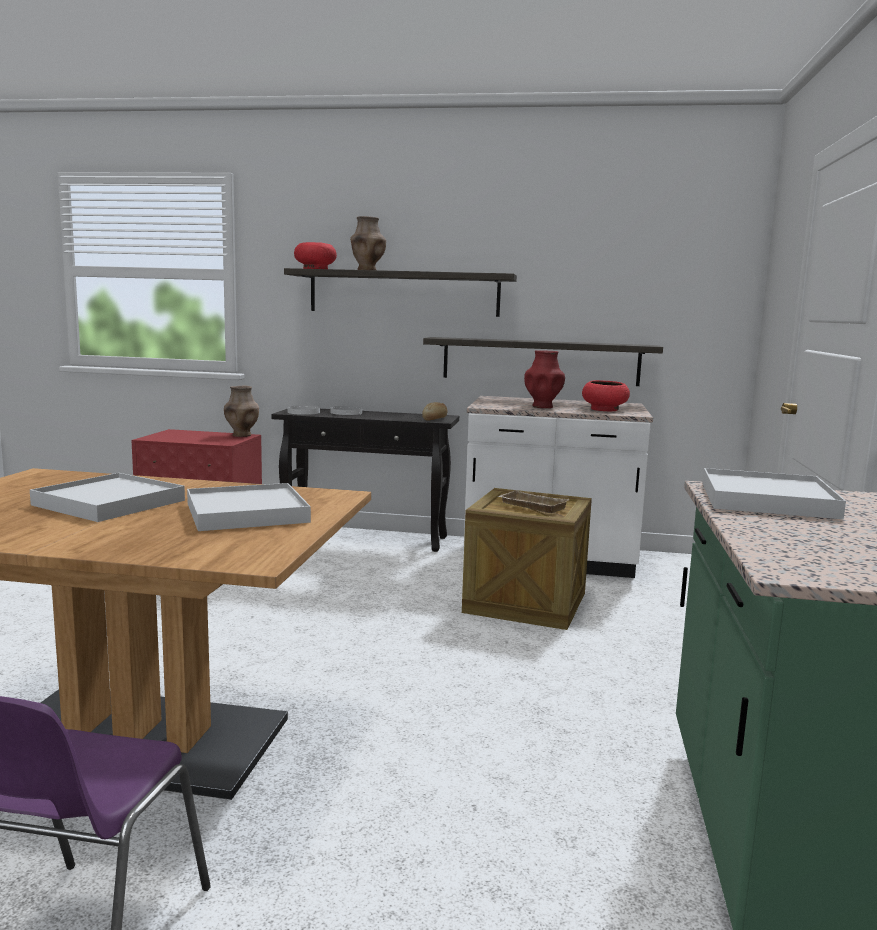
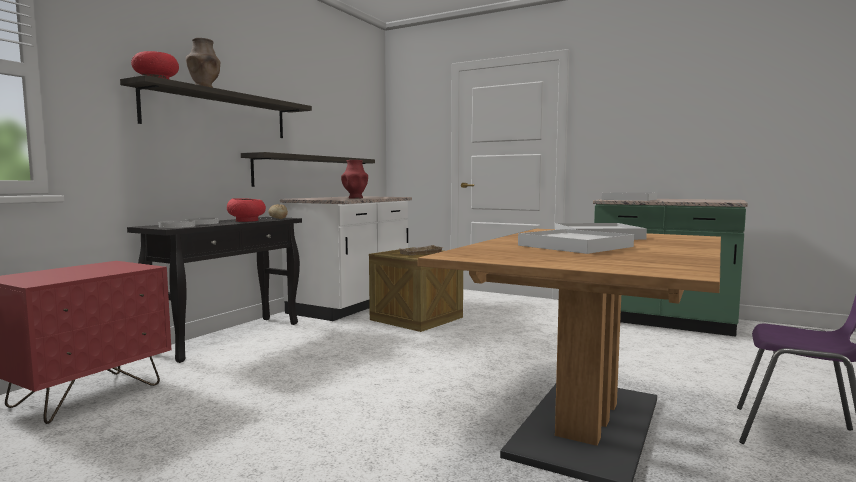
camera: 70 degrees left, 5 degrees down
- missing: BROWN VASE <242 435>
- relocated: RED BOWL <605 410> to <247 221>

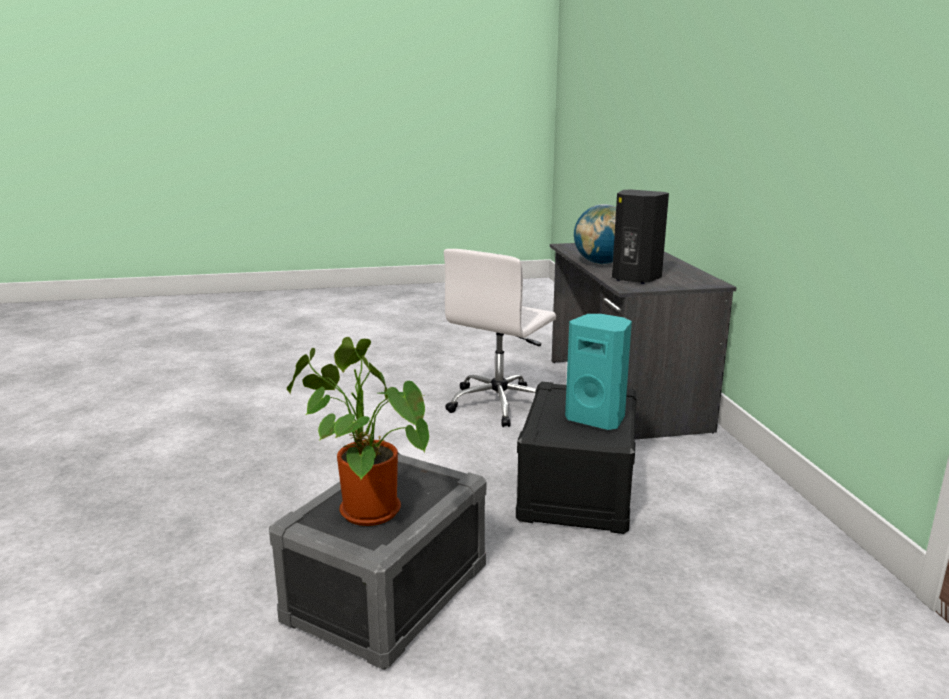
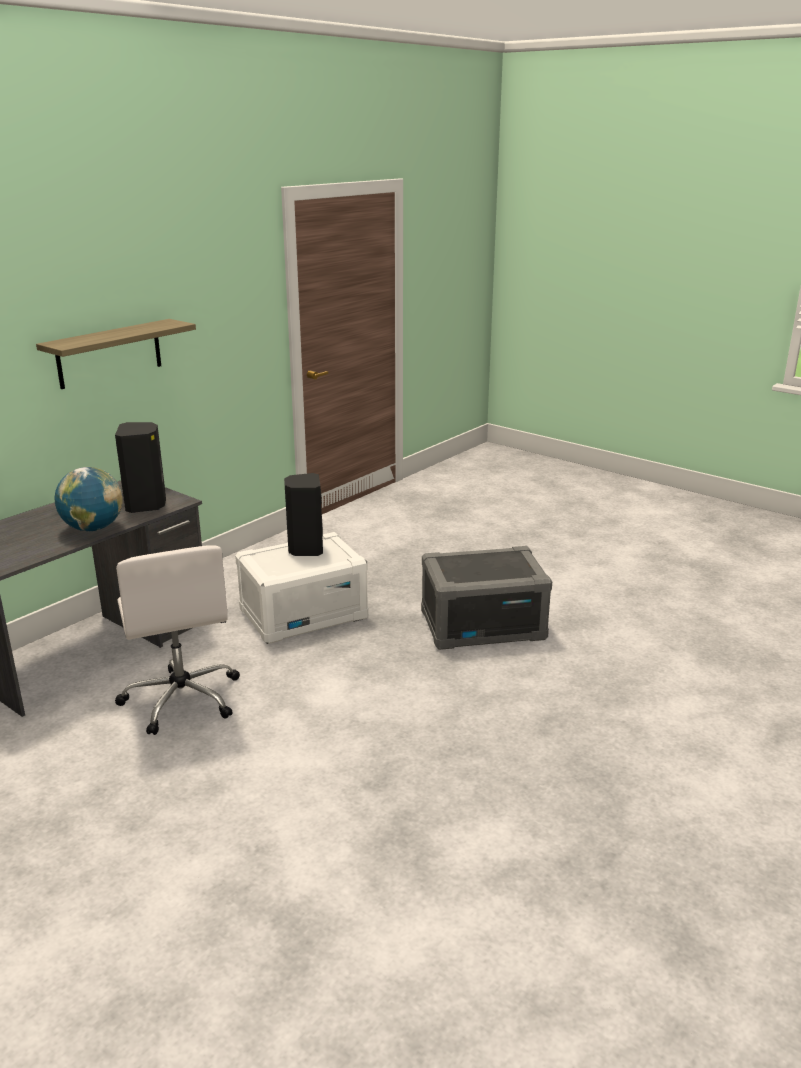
camera: 130 degrees left, 5 degrees up
- missing: POTTED PLANT <363 510>
- appeared: SHELF <109 353>
- colour: BLACK STORAGE BOX <578 491> to WHITE STORAGE BOX <304 614>
- colour: TURQUOISE SPEAKER <597 418> to BLACK SPEAKER <305 549>
- spun: WHITE OFFICE CHAIR <500 404> = <182 698> 75 degrees clockwise

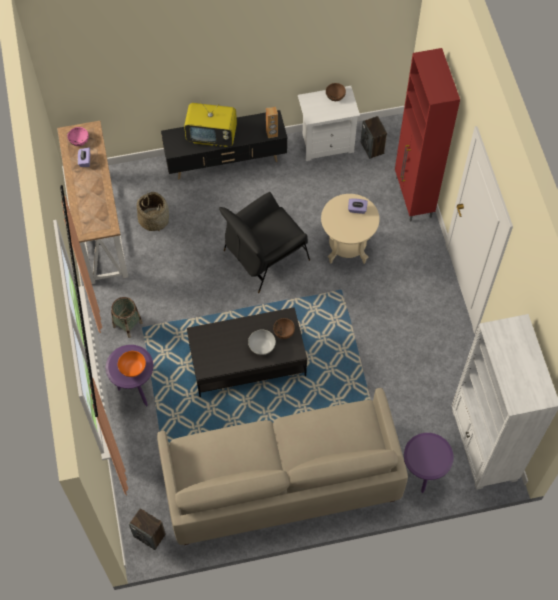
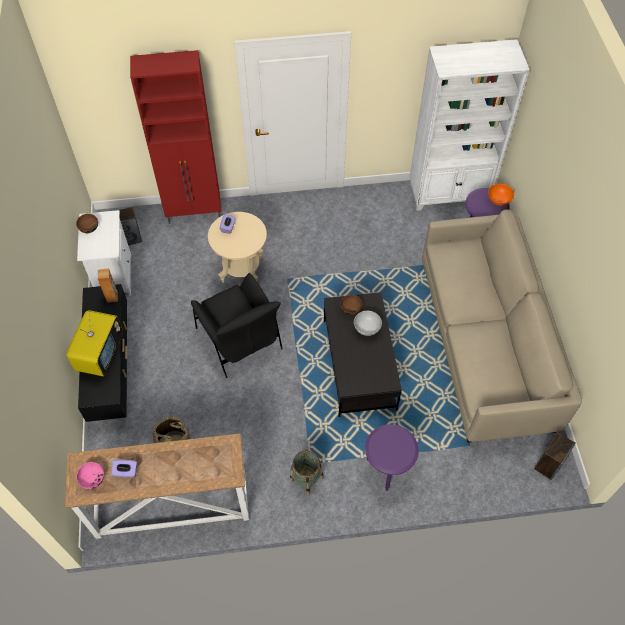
camera: 85 degrees left, 5 degrees down
- relocated: ORANGE BOWL <132 368> to <499 201>

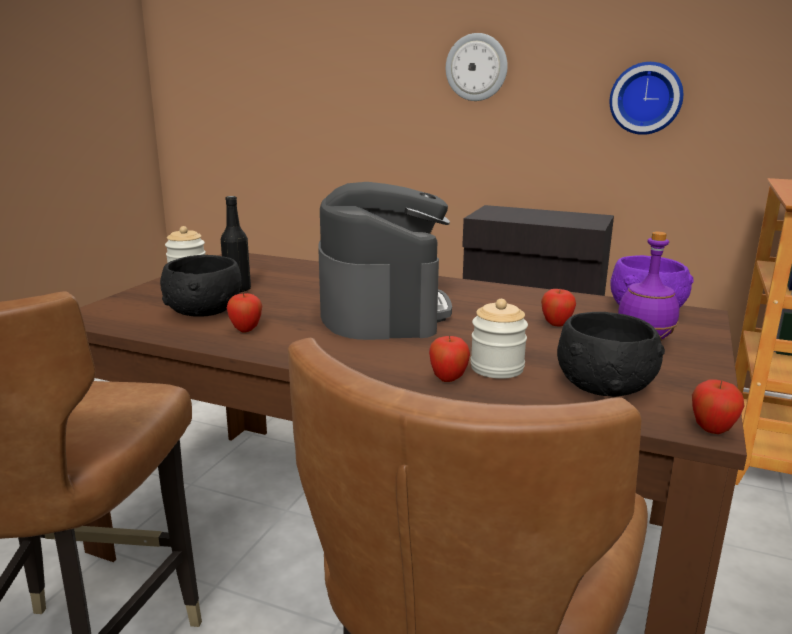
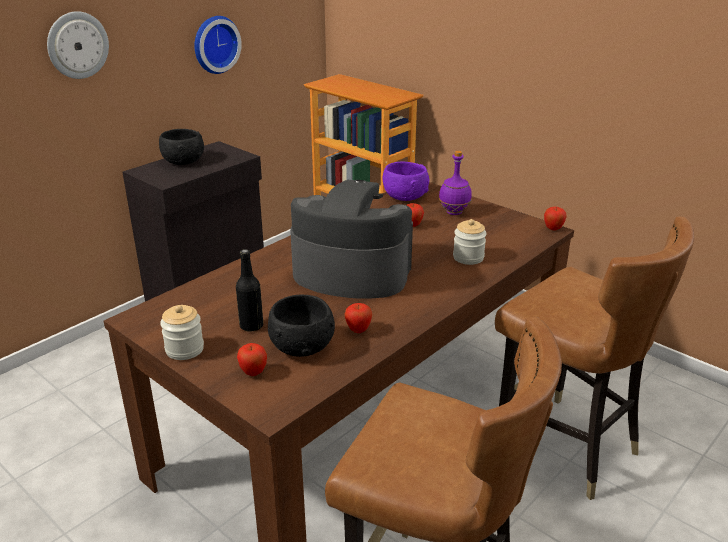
camera: 70 degrees left, 10 degrees up
- relocated: APPLE <448 379> to <253 373>
- relocated: BLACK BOWL <605 386> to <183 161>

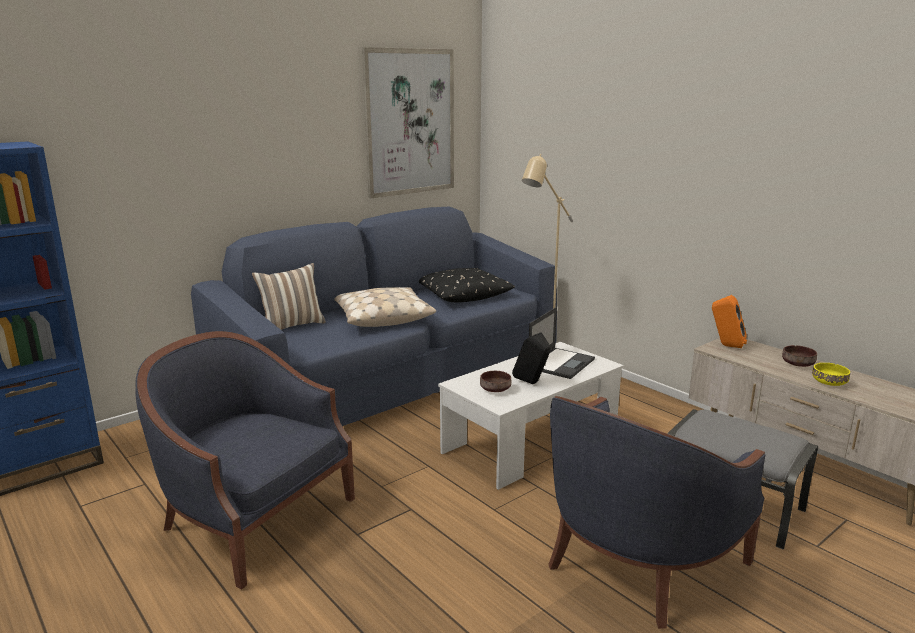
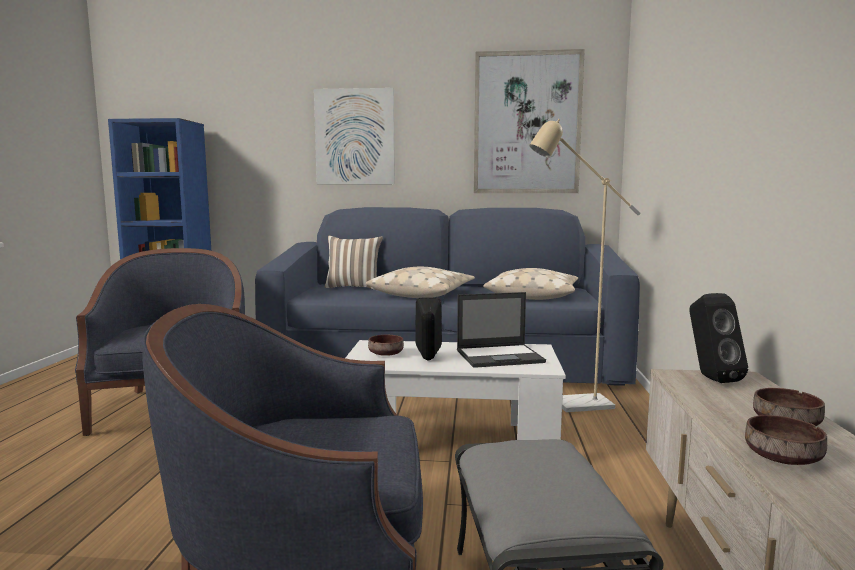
camera: 45 degrees right, 10 degrees down
- appeared: PICTURE <354 137>
- colour: BLACK PILLOW <461 294> to BEIGE PILLOW <532 295>
- colour: ORANGE SPEAKER <726 345> to BLACK SPEAKER <710 378>
- colour: YELLOW BOWL <828 383> to BROWN BOWL <780 457>

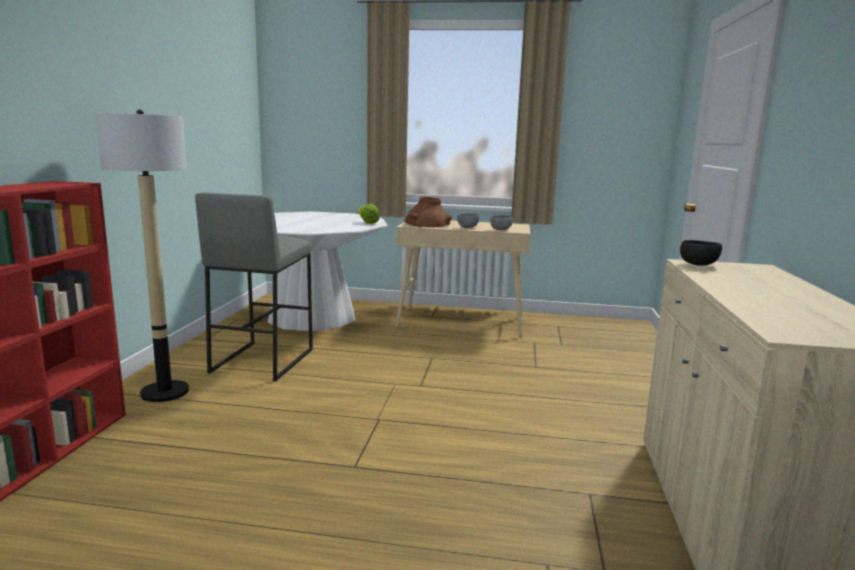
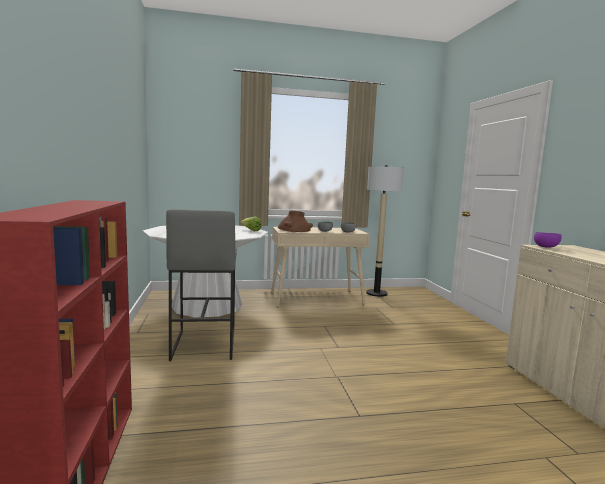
camera: 20 degrees left, 5 degrees down
- relocated: FLOOR LAMP <165 392> to <376 293>
- colour: BLACK BOWL <698 265> to PURPLE BOWL <545 247>

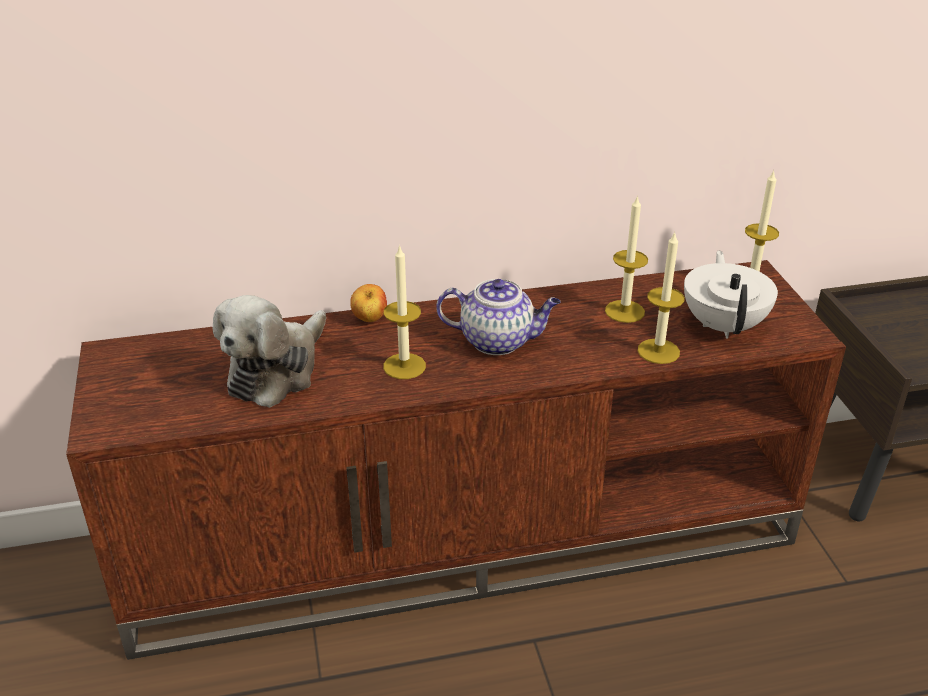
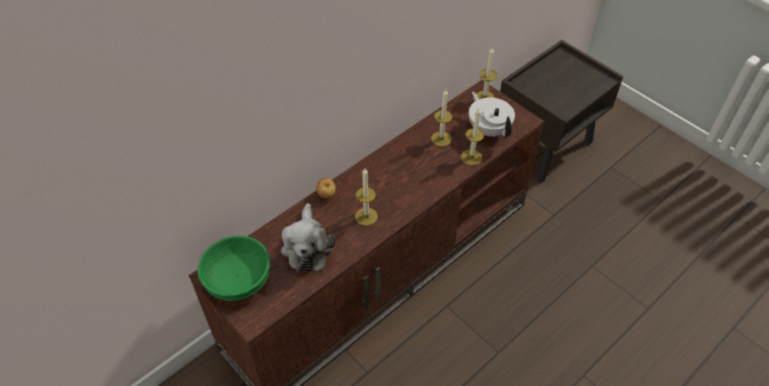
camera: 30 degrees left, 15 degrees up
- missing: TEAPOT <498 341>
- appeared: GREEN BOWL <239 278>

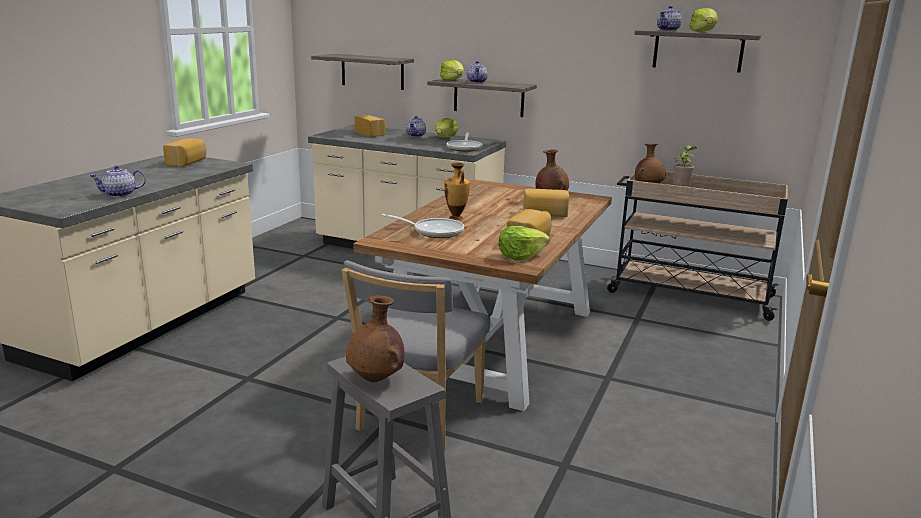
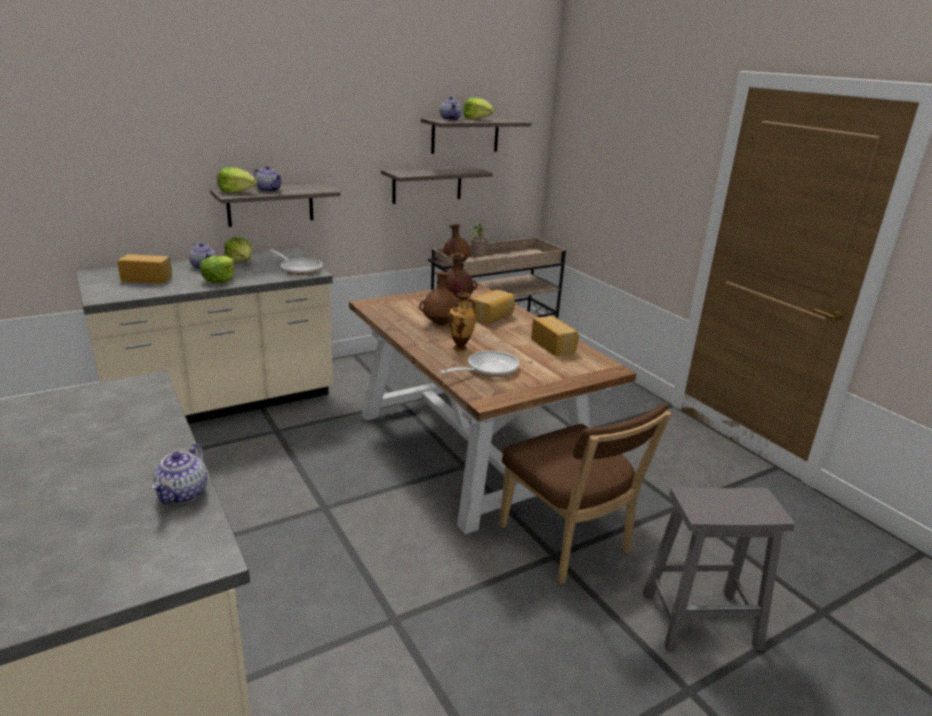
camera: 55 degrees left, 5 degrees up
- missing: BREAD <187 162>
- relocated: SHELF <372 71> to <427 184>
- relocated: BROWN VASE <376 379> to <441 324>
- relocated: LETTUCE <520 256> to <219 280>
- colour: GREY CHAIR <417 419> to BROWN CHAIR <568 543>

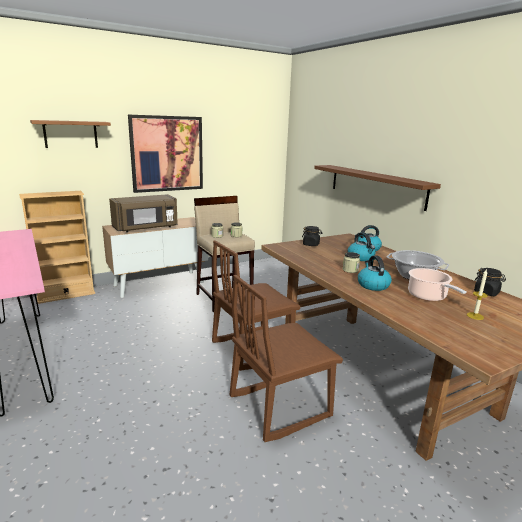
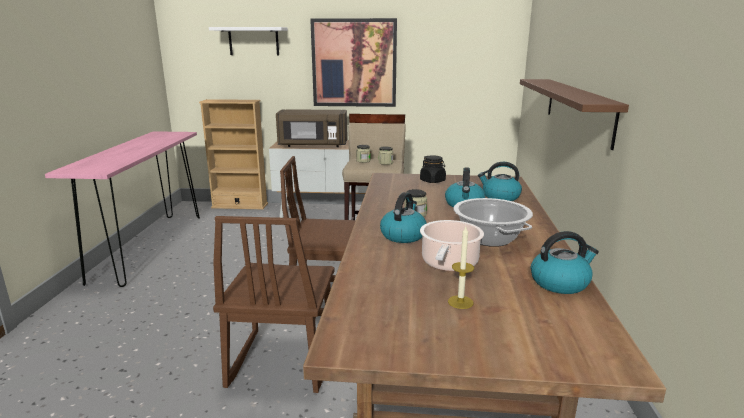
camera: 35 degrees right, 0 degrees up
- exchanged: BLACK JAR <486 292> to KETTLE <560 282>
- colour: BROWN SHELF <70 134> to WHITE SHELF <253 41>
- spun: BROWN CHAIR <279 406> = <281 360> 90 degrees counterclockwise

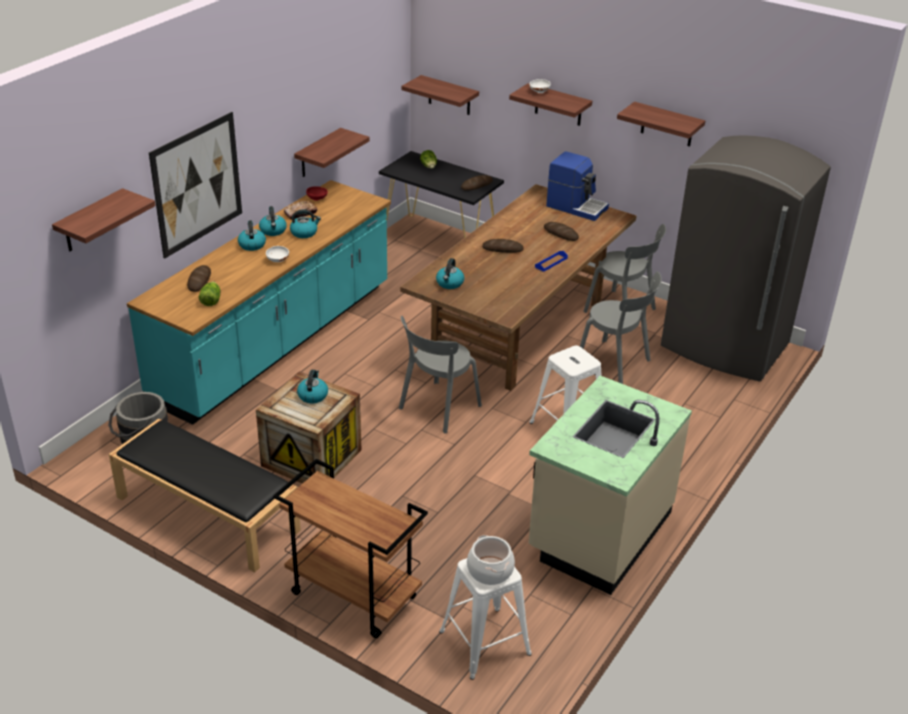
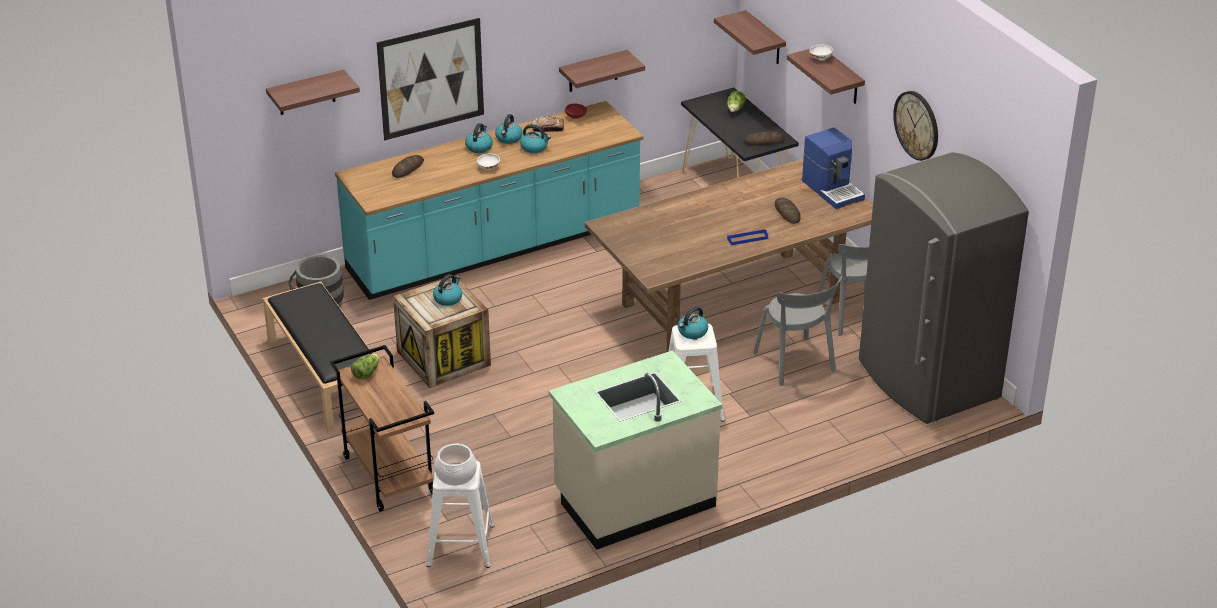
camera: 30 degrees right, 0 degrees up
- missing: GREY CHAIR <437 409>
- missing: BREAD <502 249>
- relocated: LETTUCE <211 300> to <366 373>
- relocated: KETTLE <450 283> to <692 332>
- exchanged: SHELF <667 125> to WALL CLOCK <917 125>

